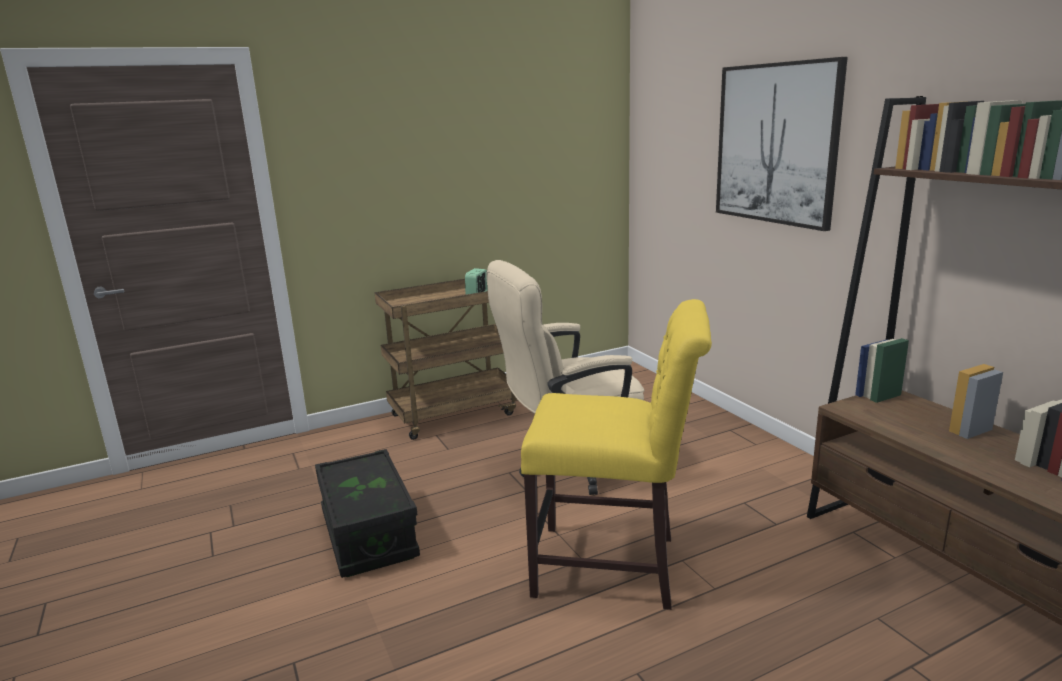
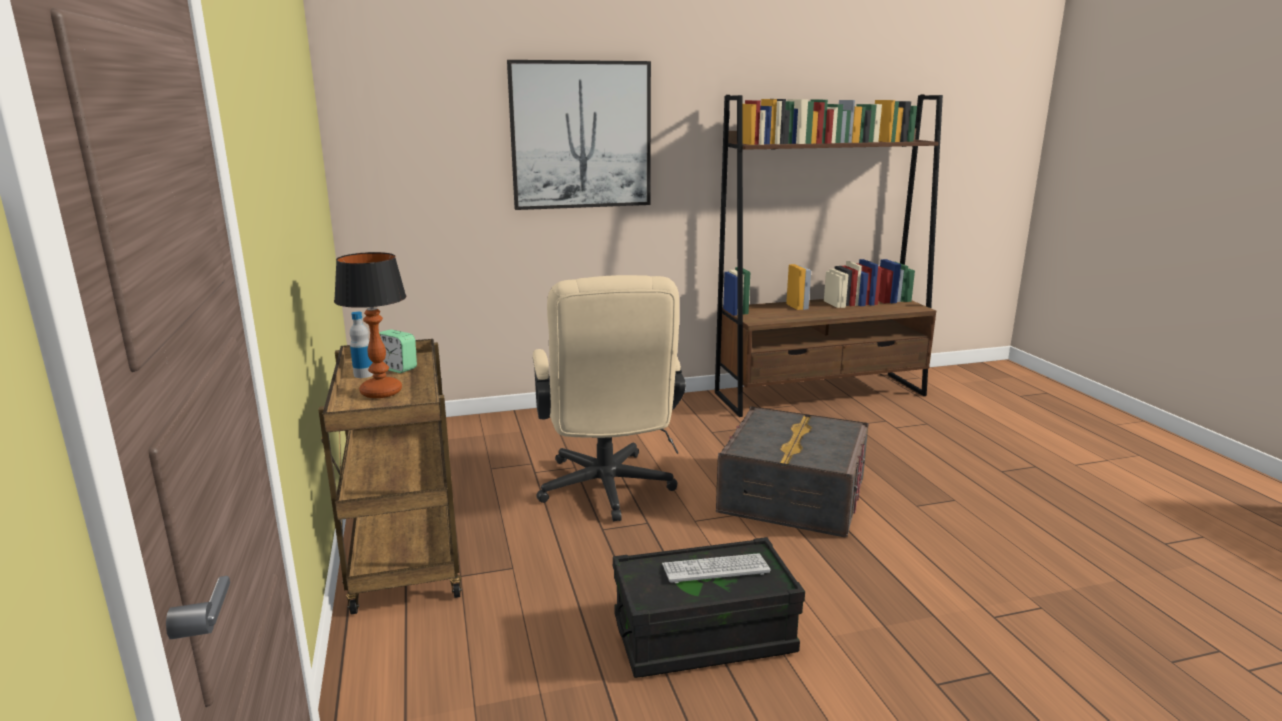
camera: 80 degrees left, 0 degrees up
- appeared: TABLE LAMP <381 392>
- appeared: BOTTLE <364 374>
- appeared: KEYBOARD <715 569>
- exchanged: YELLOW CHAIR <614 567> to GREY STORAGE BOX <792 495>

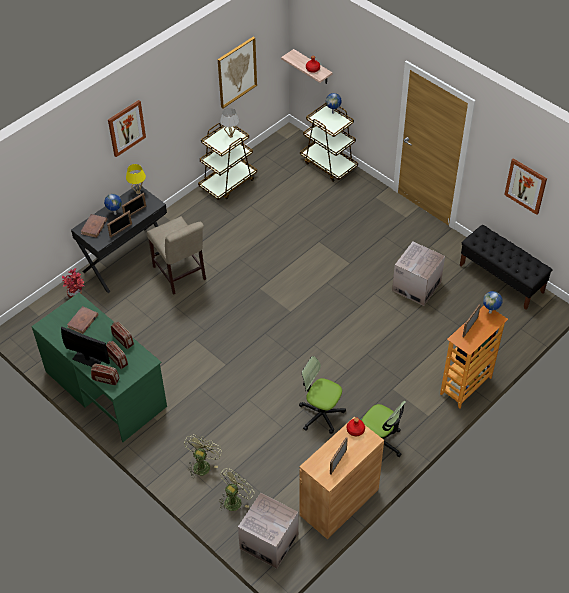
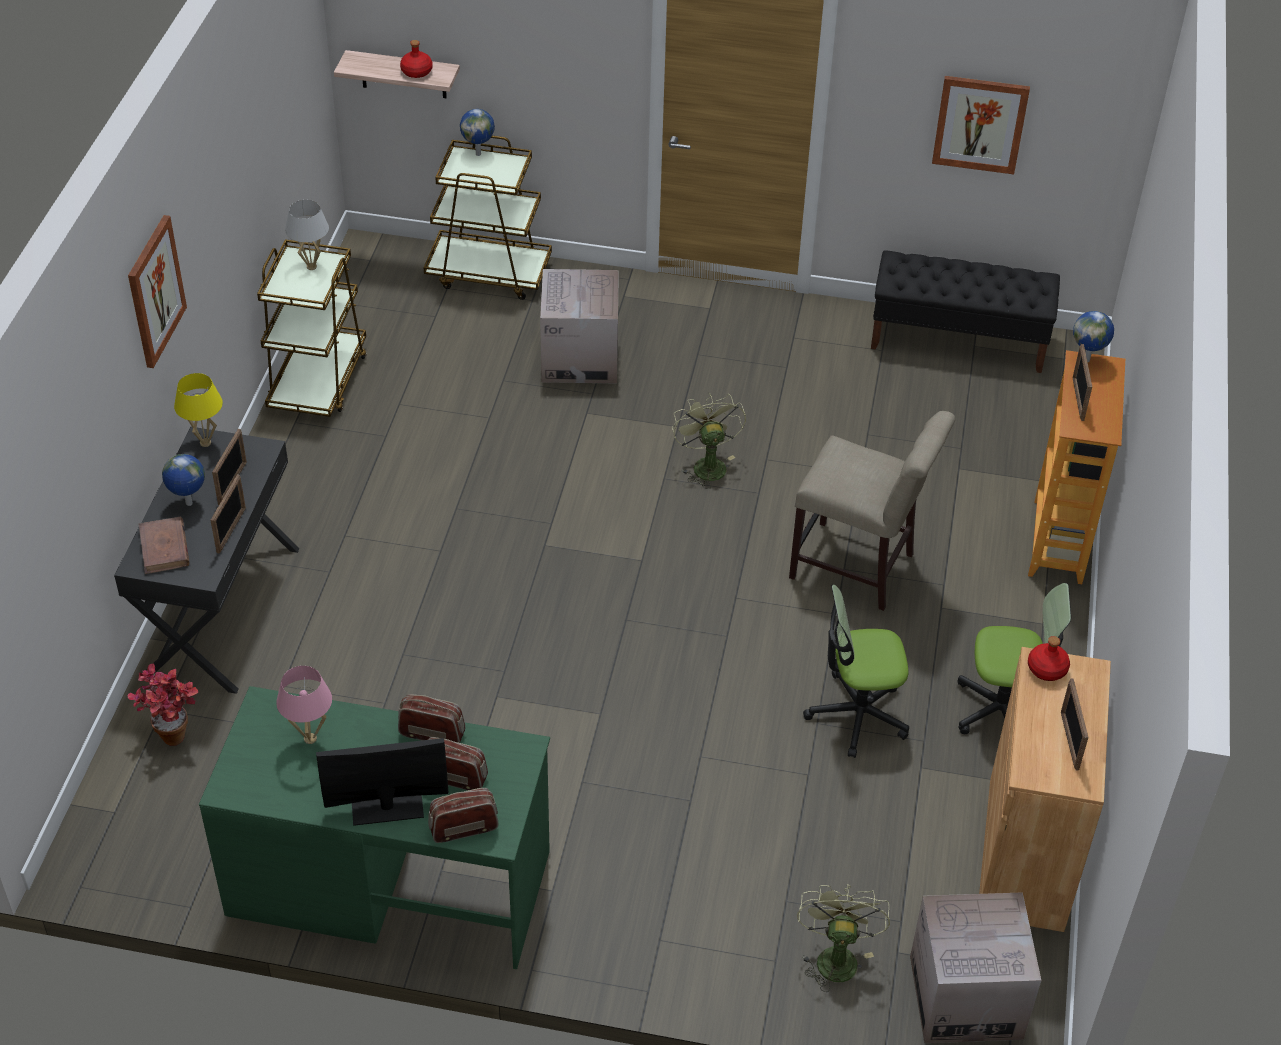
camera: 35 degrees left, 5 degrees down
- missing: PICTURE <236 72>
- relocated: BEIGE CHAIR <180 275> to <858 569>
- relocated: GREEN FAN <202 464> to <706 464>
- relocated: CARDBOARD BOX <416 286> to <579 357>
- exchanged: BROWN BOOK <83 321> to PINK TABLE LAMP <310 739>

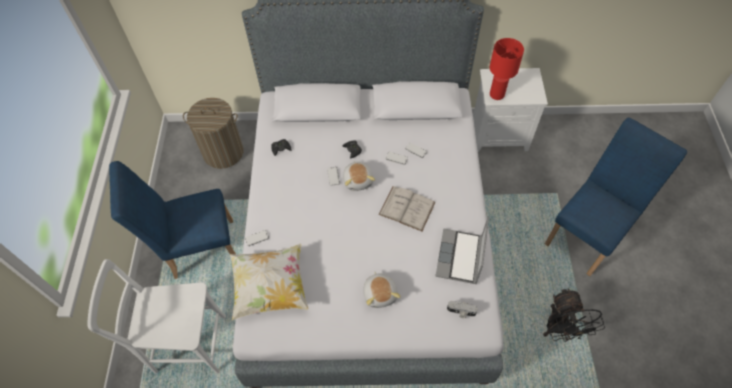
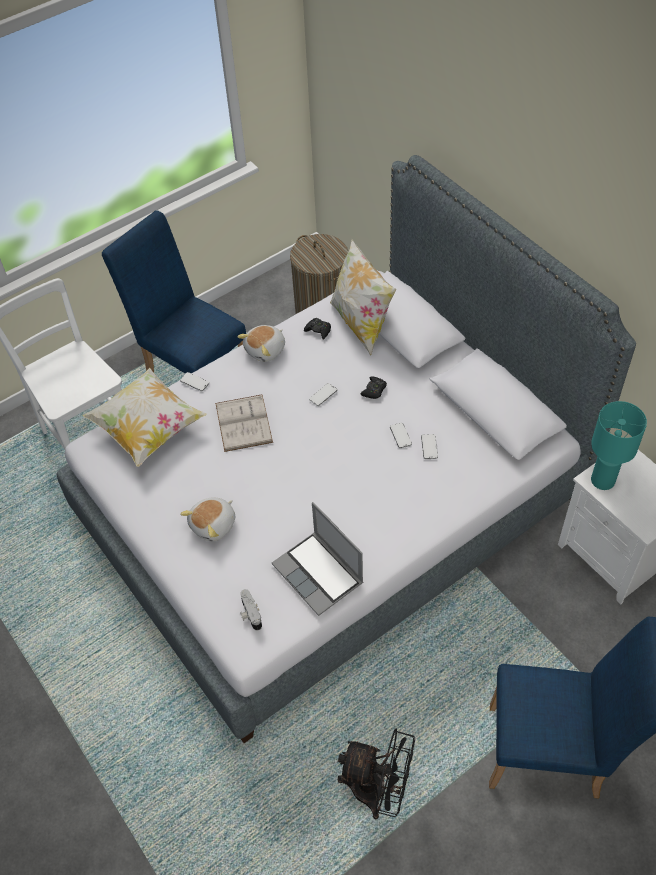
camera: 55 degrees right, 5 degrees down
- appeared: PILLOW <361 324>
- relocated: PLUSH TOY <358 180> to <266 350>
- relocated: WHITE BOOK <407 208> to <243 422>
- colour: RED TABLE LAMP <497 95> to TURQUOISE TABLE LAMP <602 481>
- spun: LAPTOP <460 258> = <319 574> 105 degrees counterclockwise
- spun: BLACK FAN <560 330> = <378 791> 120 degrees counterclockwise

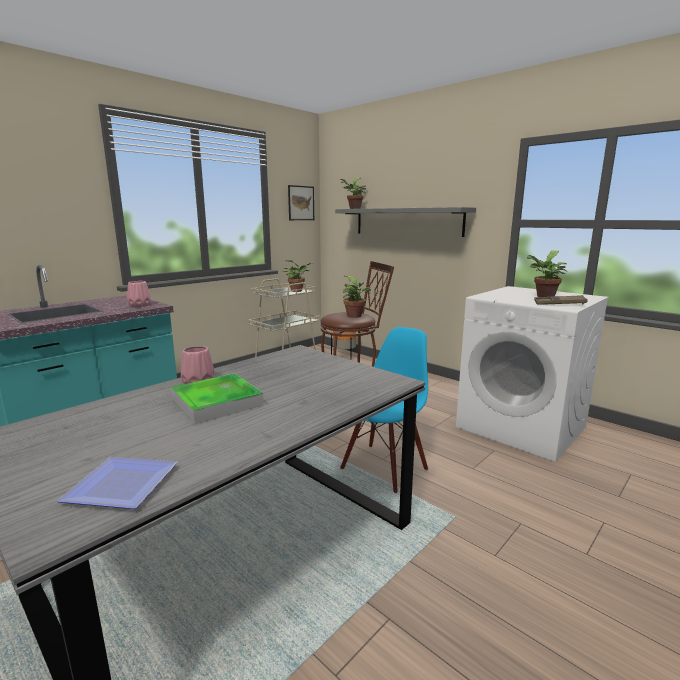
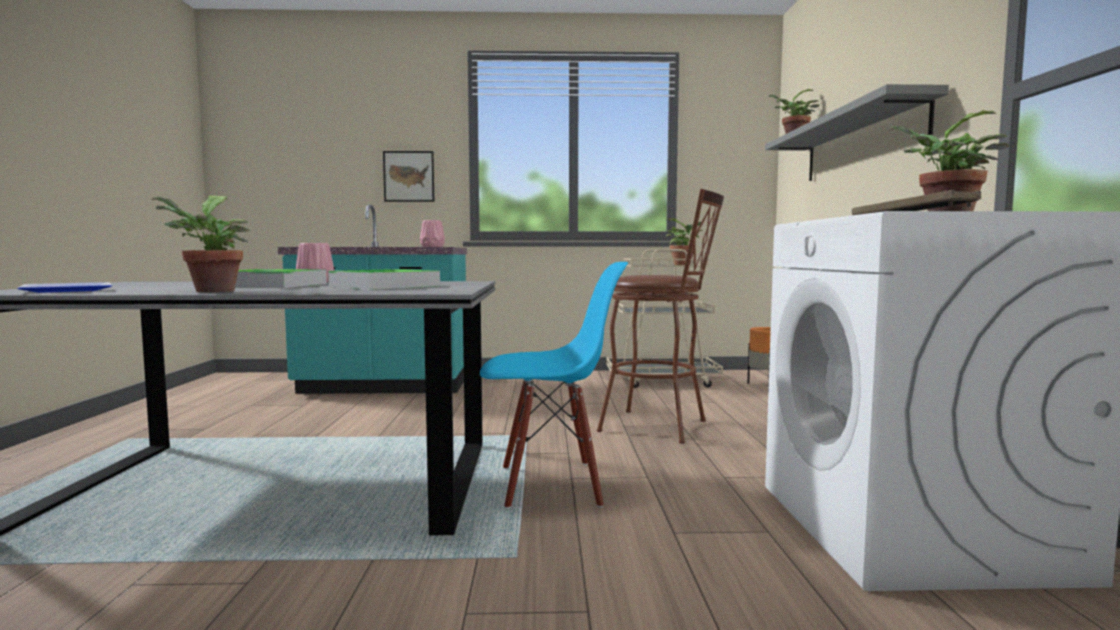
camera: 45 degrees right, 10 degrees down
- appeared: TRAY <384 286>
- relocated: PICTURE <301 203> to <409 176>
- relocated: POTTED PLANT <355 316> to <212 291>

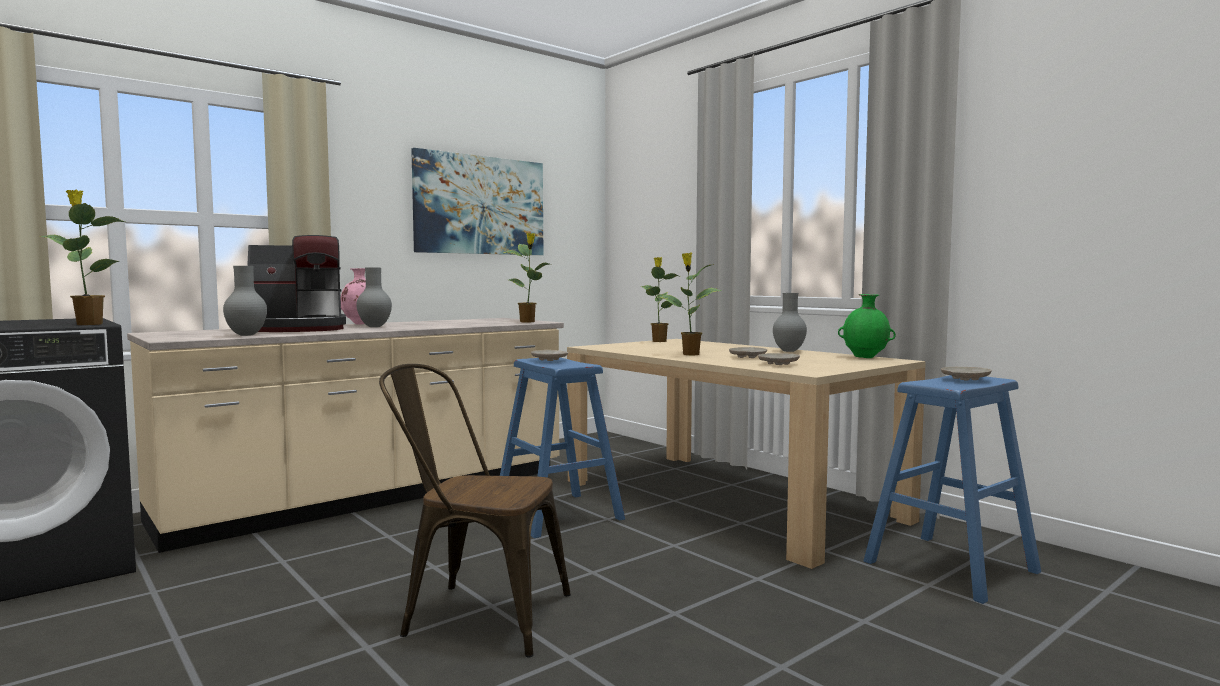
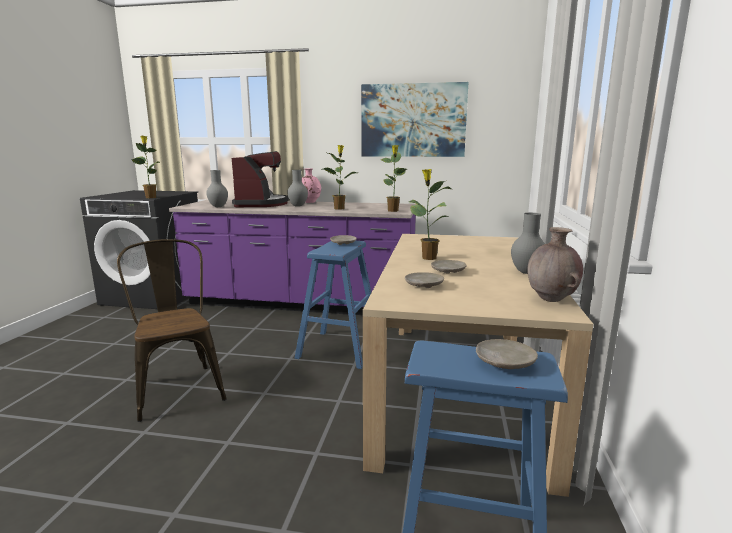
camera: 50 degrees right, 10 degrees up
- relocated: POTTED PLANT <659 341> to <339 208>
- colour: BEIGE COUNTER <373 496> to PURPLE COUNTER <301 303>
- colour: GREEN VASE <865 357> to BROWN VASE <551 299>
- spun: COFFEE MACHINE <298 329> = <261 204> 120 degrees counterclockwise

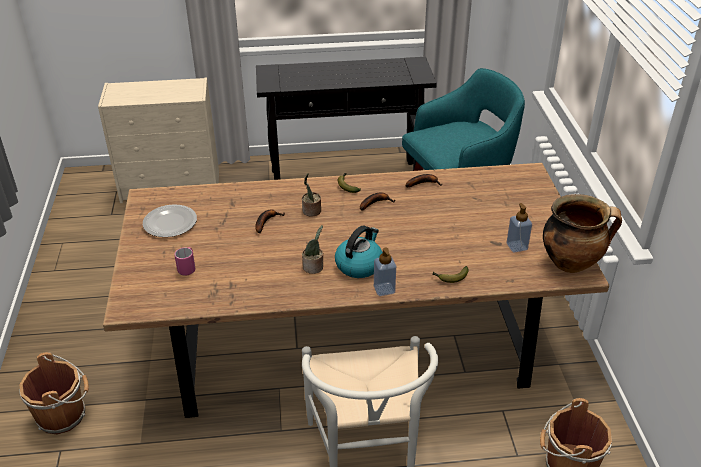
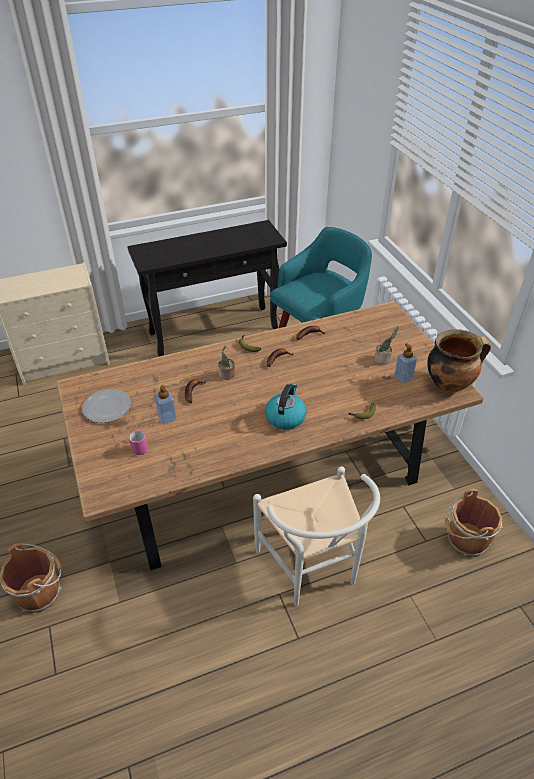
camera: 15 degrees left, 5 degrees up
- relocated: POTTED PLANT <314 267> to <383 360>
- relocated: SOAP DISPENSER <384 289> to <167 418>

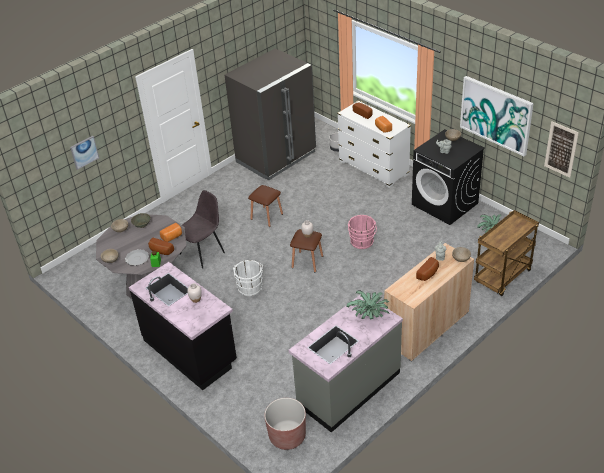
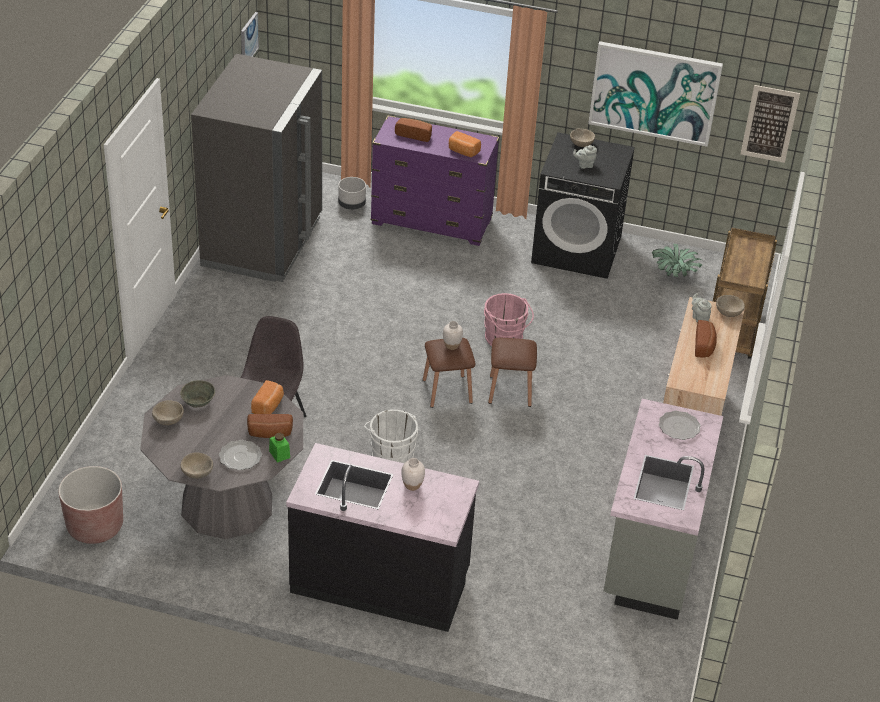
camera: 35 degrees left, 0 degrees up
- relocated: PICTURE <84 152> to <248 39>
- relocated: BROWN STOOL <266 216> to <510 391>
- relocated: BROWN PLANTER <287 436> to <95 526>
- exchanged: POTTED PLANT <370 315> to PLATE <679 427>
- colour: WHITE DRESSER <373 168> to PURPLE DRESSER <432 222>

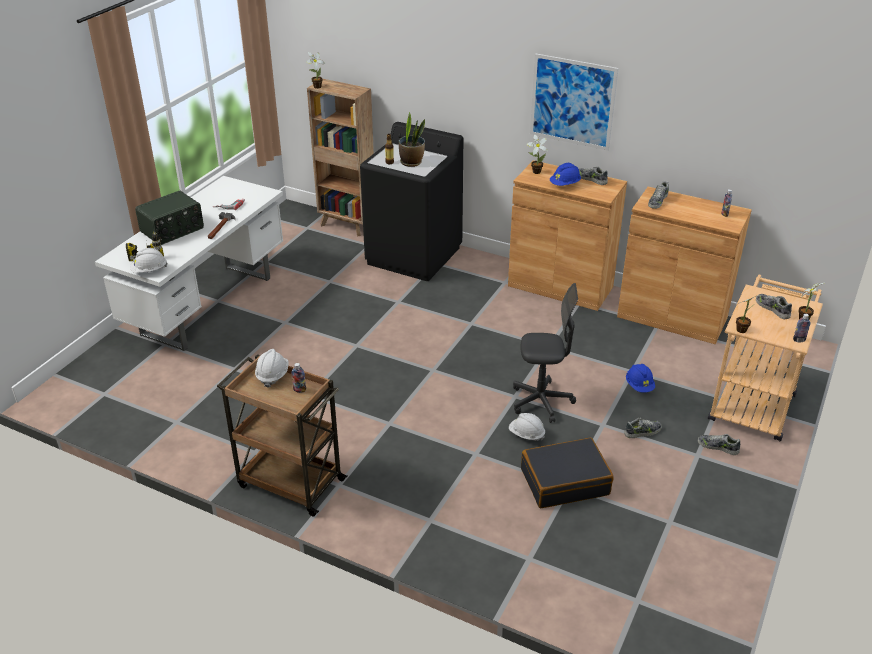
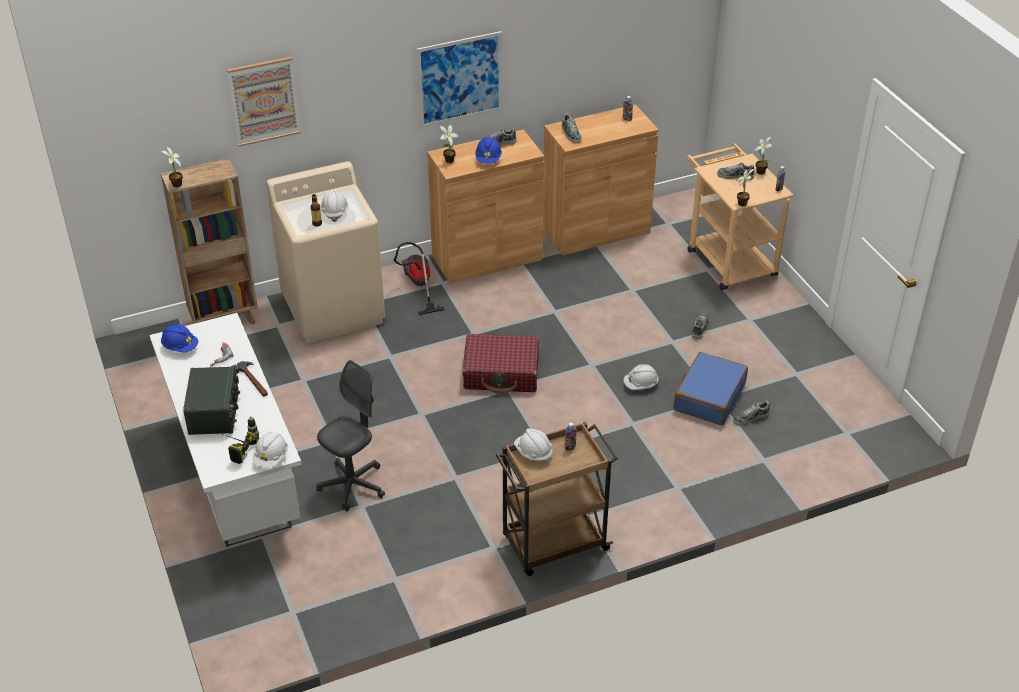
camera: 50 degrees left, 5 degrees up
- appeared: PICTURE <264 101>
- appeared: VACUUM CLEANER <418 285>
- appeared: RED SUITCASE <501 373>
- relocated: GREY OFFICE CHAIR <541 401> to <352 485>
- relocated: BLUE HARD HAT <639 386> to <180 347>
- relocated: SHOE <718 447> to <750 417>
- exchanged: POTTED PLANT <411 162> to WHITE HARD HAT <335 212>
- colour: BLACK WASHING MACHINE <414 256> to BEIGE WASHING MACHINE <334 308>
- colour: BLACK SUITCASE <564 481> to BLUE SUITCASE <709 397>

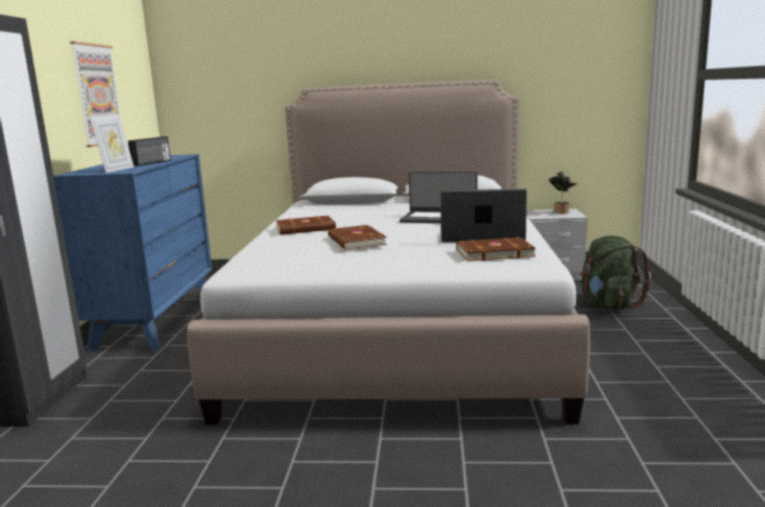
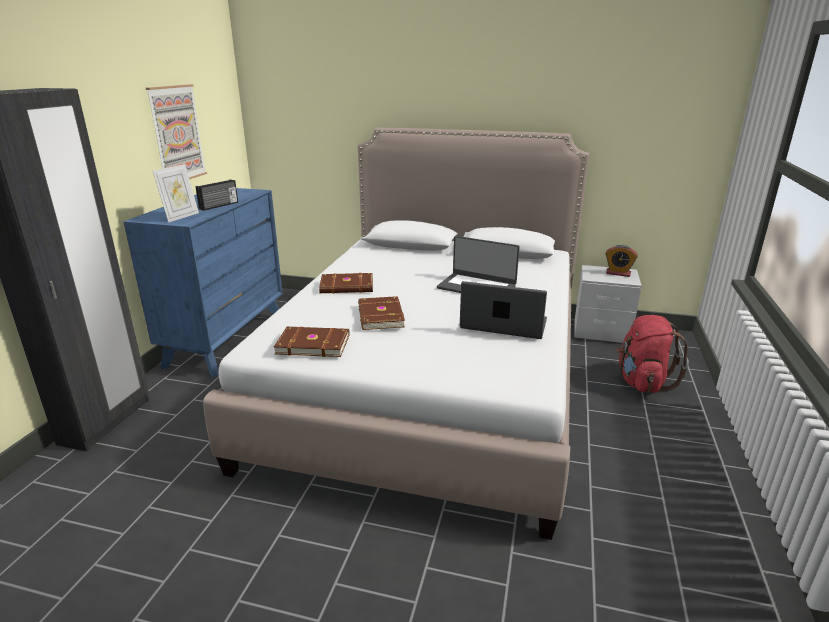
camera: 10 degrees right, 10 degrees up
- relocated: BROWN BOOK <493 253> to <313 344>
- exchanged: POTTED PLANT <561 212> to ALARM CLOCK <618 273>
- colour: GREEN BACKPACK <608 305> to RED BACKPACK <642 382>

